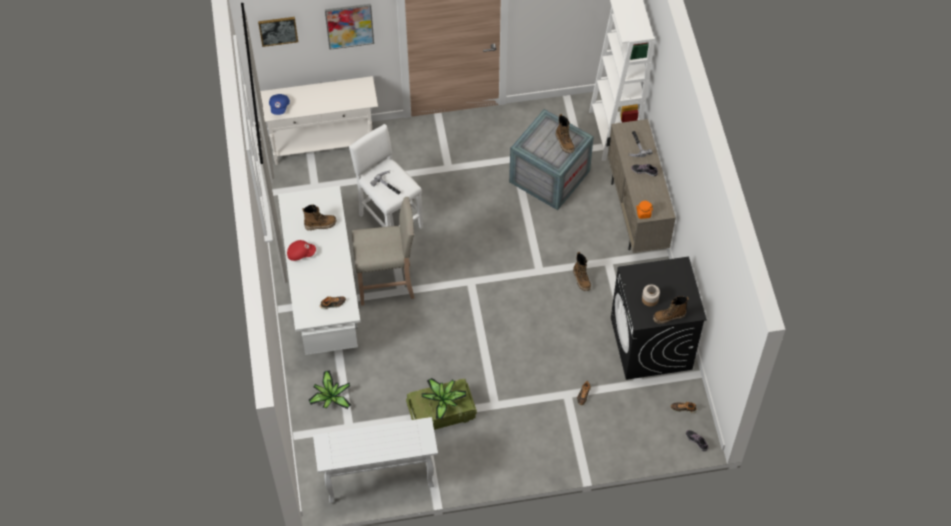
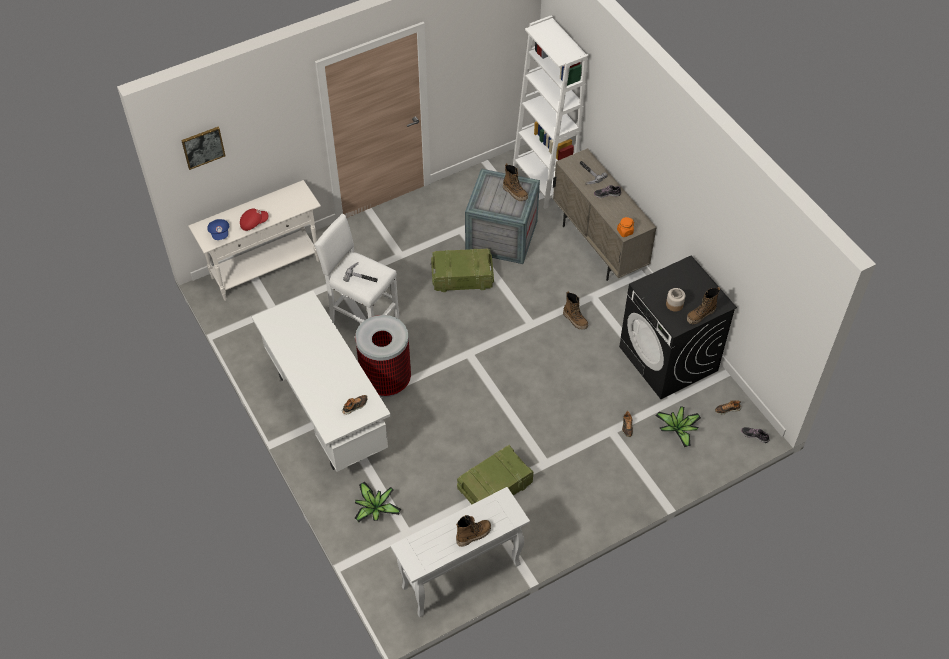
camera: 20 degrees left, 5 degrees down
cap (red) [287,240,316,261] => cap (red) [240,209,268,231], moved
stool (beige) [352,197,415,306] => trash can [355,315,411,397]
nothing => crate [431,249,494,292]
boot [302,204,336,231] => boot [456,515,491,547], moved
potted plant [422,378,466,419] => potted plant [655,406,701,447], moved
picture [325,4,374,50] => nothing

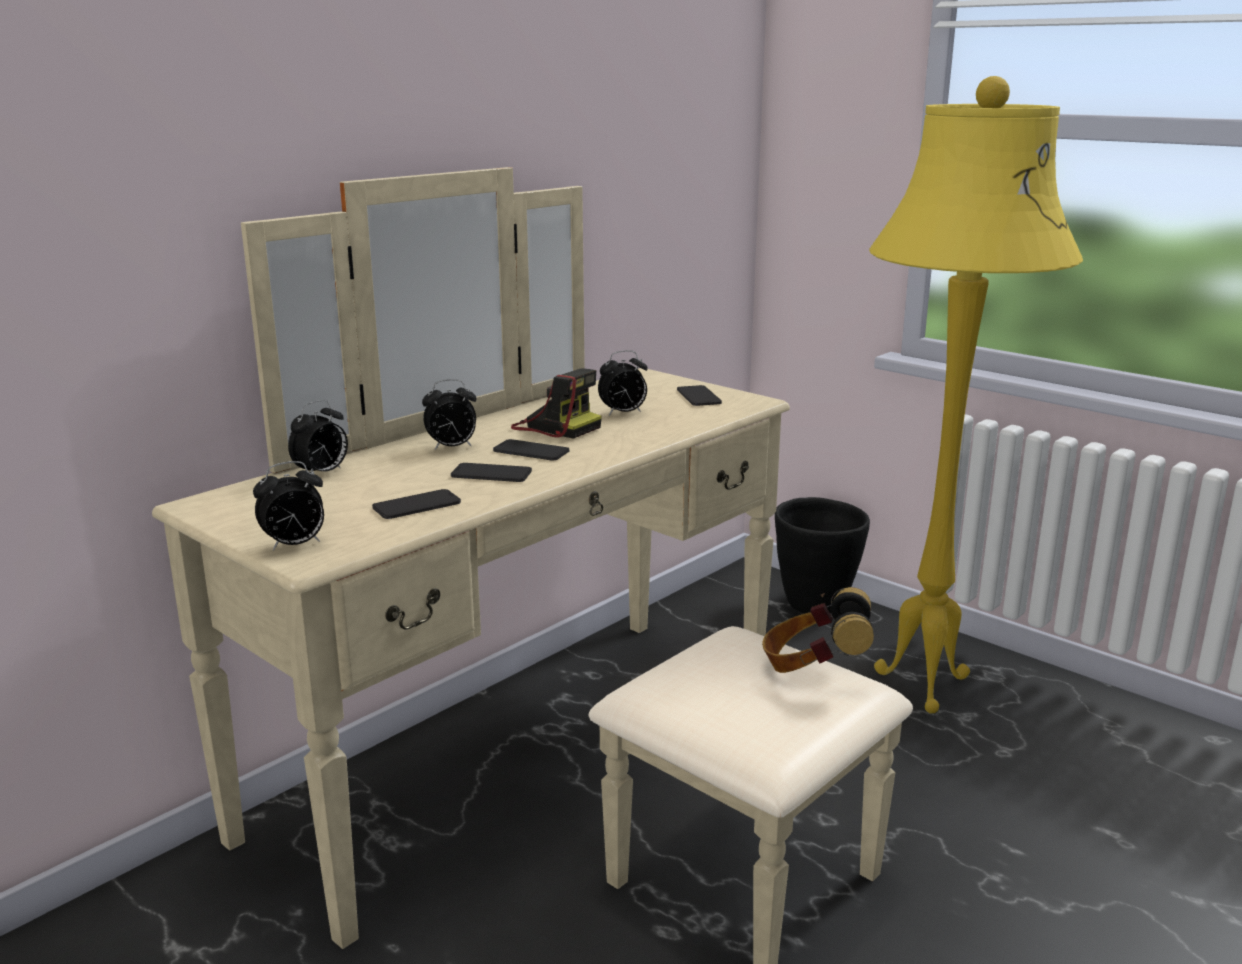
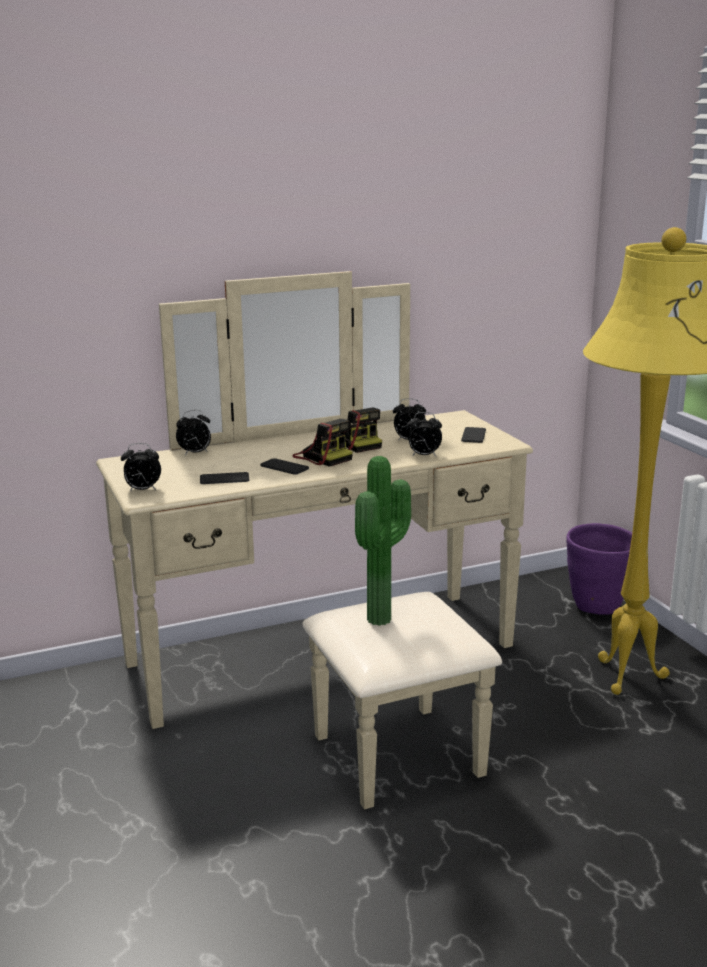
camera: 25 degrees right, 0 degrees up
phone [493,439,569,460] => photo camera [292,419,353,467]
nothing => potted plant [355,456,411,626]
alarm clock [422,379,476,450] => alarm clock [407,412,442,456], moved
planter (black) [775,497,870,613] => planter (purple) [566,523,632,615]
headphones [762,587,874,673] => nothing

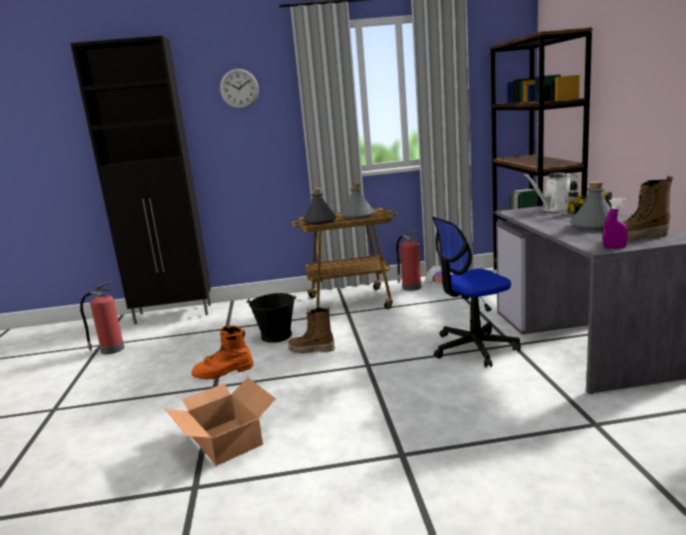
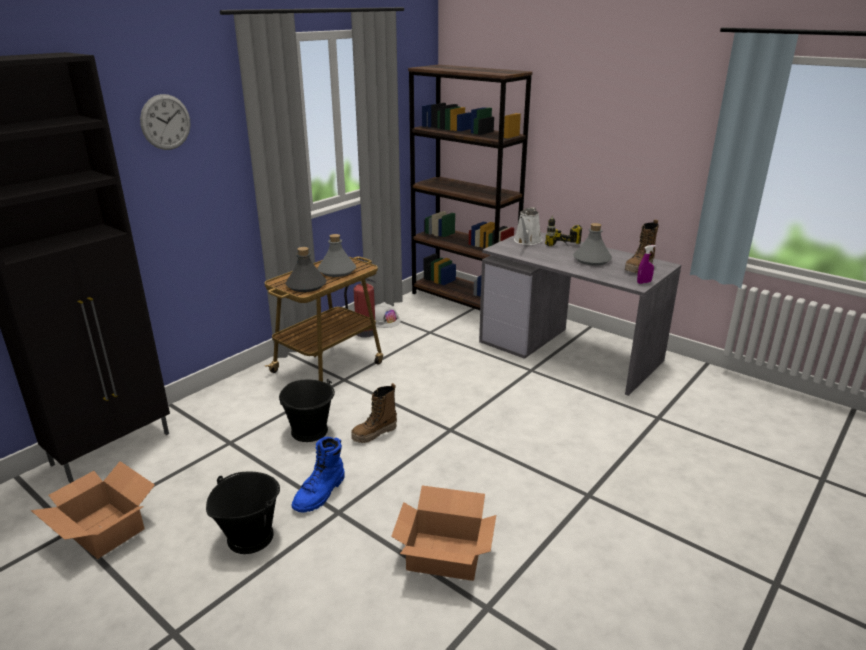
camera: 45 degrees left, 10 degrees up
fire extinguisher [80,281,124,355] => cardboard box [31,461,155,559]
nothing => bucket (black) [206,472,280,554]
boot (orange) [191,325,253,380] => boot (blue) [291,437,345,512]
office chair [432,217,521,368] => nothing

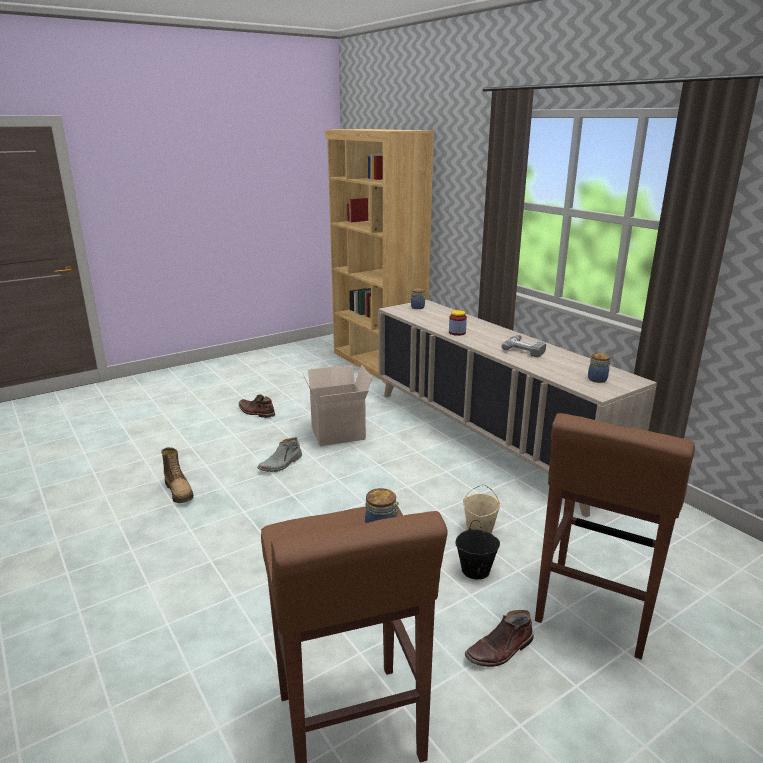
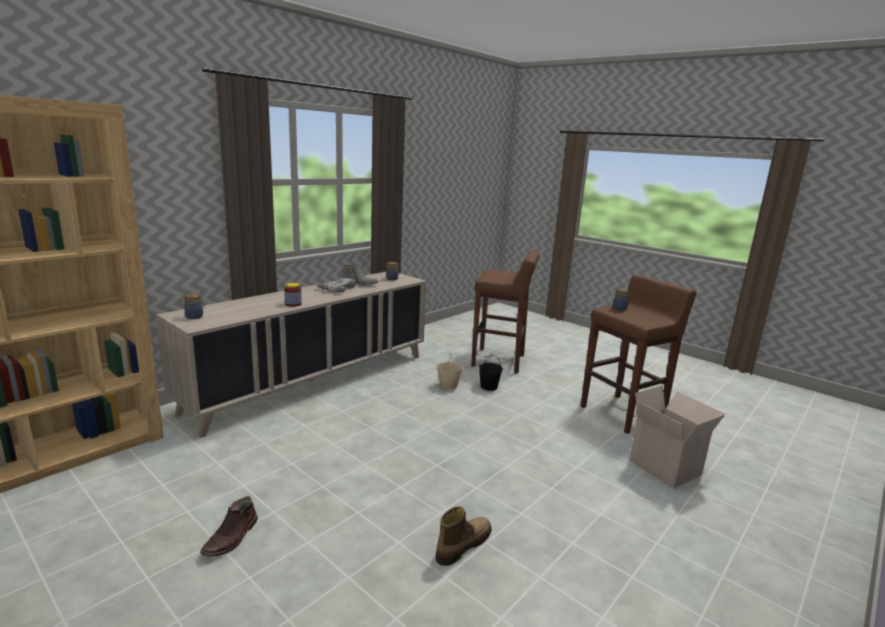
camera: 105 degrees left, 5 degrees down
boot (grey) [257,437,302,472] => boot (grey) [342,265,378,286], moved
cardboard box [302,364,372,446] => cardboard box [630,385,725,489], moved
boot (brown) [465,610,534,667] => nothing

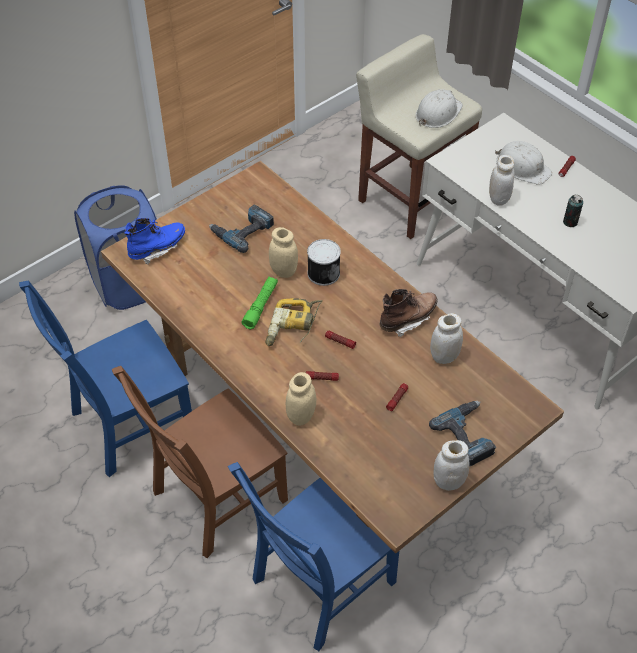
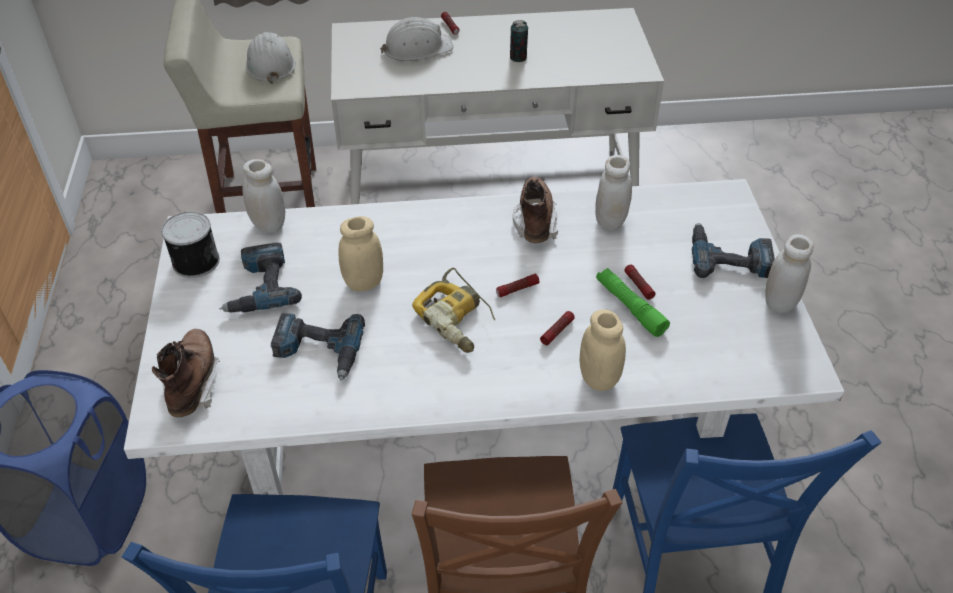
camera: 55 degrees left, 5 degrees down
dining table (brown) [101,161,564,553] => dining table (white) [124,179,844,495]
boot (blue) [124,218,185,264] => boot (brown) [152,329,220,417]
can [307,239,341,286] => can [161,211,220,278], moved
jar (white) [489,155,515,206] => jar (white) [242,159,285,233], moved
nothing => power drill [271,313,365,380]
flashlight (green) [241,277,278,329] => flashlight (green) [596,268,670,337], moved

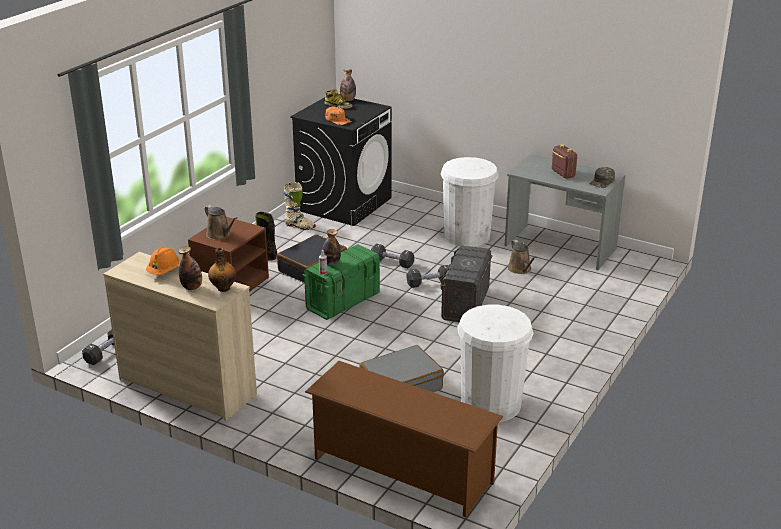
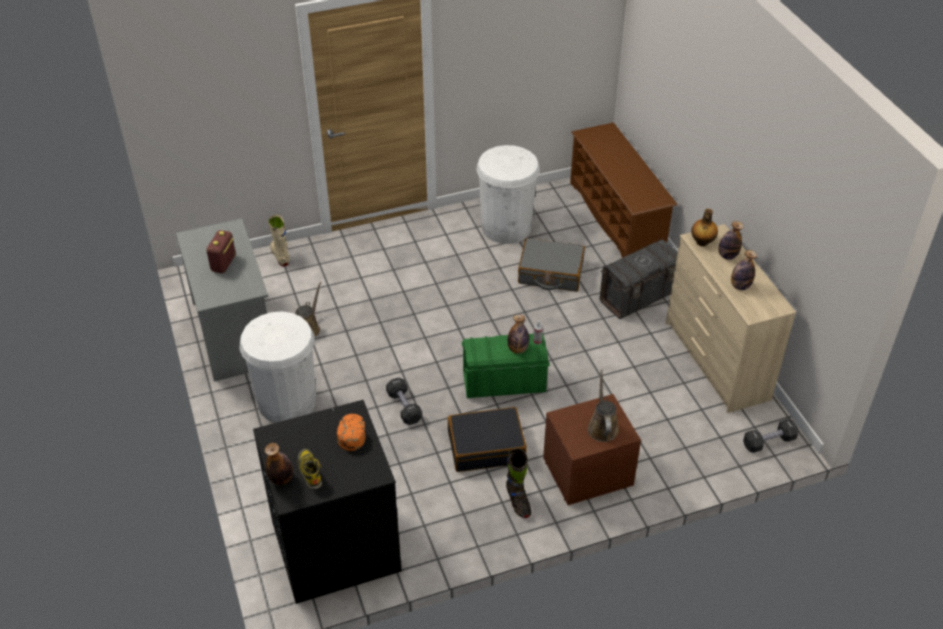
camera: 140 degrees left, 15 degrees up
boot (beige) [283,182,316,230] => boot (beige) [268,214,290,266], moved
storage box (grey) [441,245,492,322] => storage box (grey) [600,239,678,319], moved
hard hat (orange) [146,247,179,275] => bottle [731,250,757,290]
dumbbell (black) [407,265,448,288] => nothing
cap (green) [590,167,615,188] => nothing

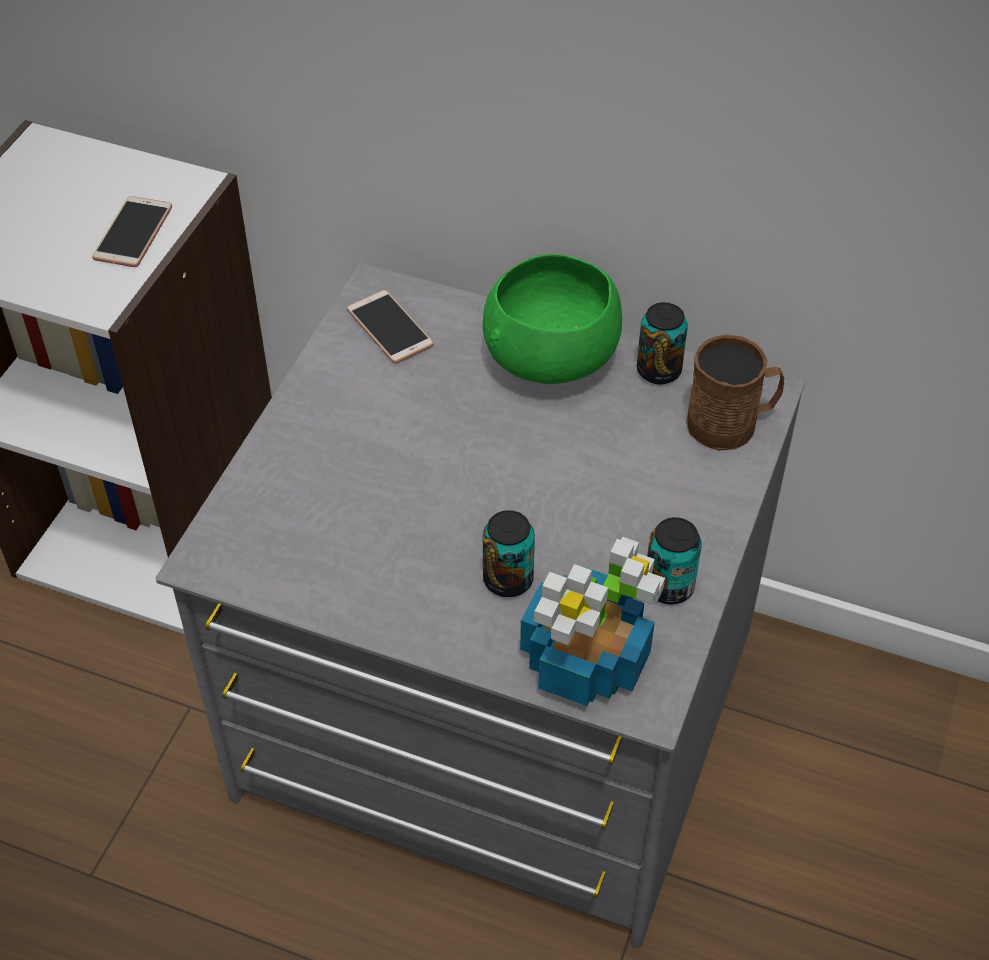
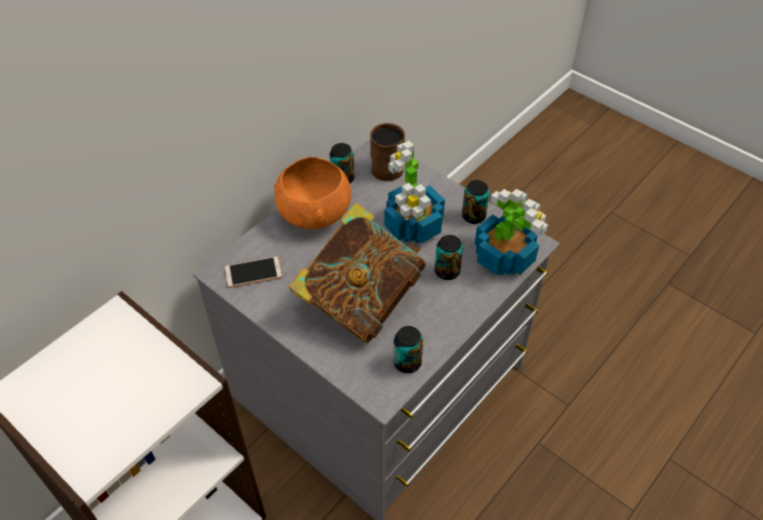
camera: 70 degrees left, 0 degrees up
bowl (green) [482,254,622,384] => bowl (orange) [274,157,351,229]
nothing => book [289,203,426,343]
nothing => potted plant [385,141,445,244]
nothing => can [393,326,423,373]
phone [92,196,172,267] => nothing

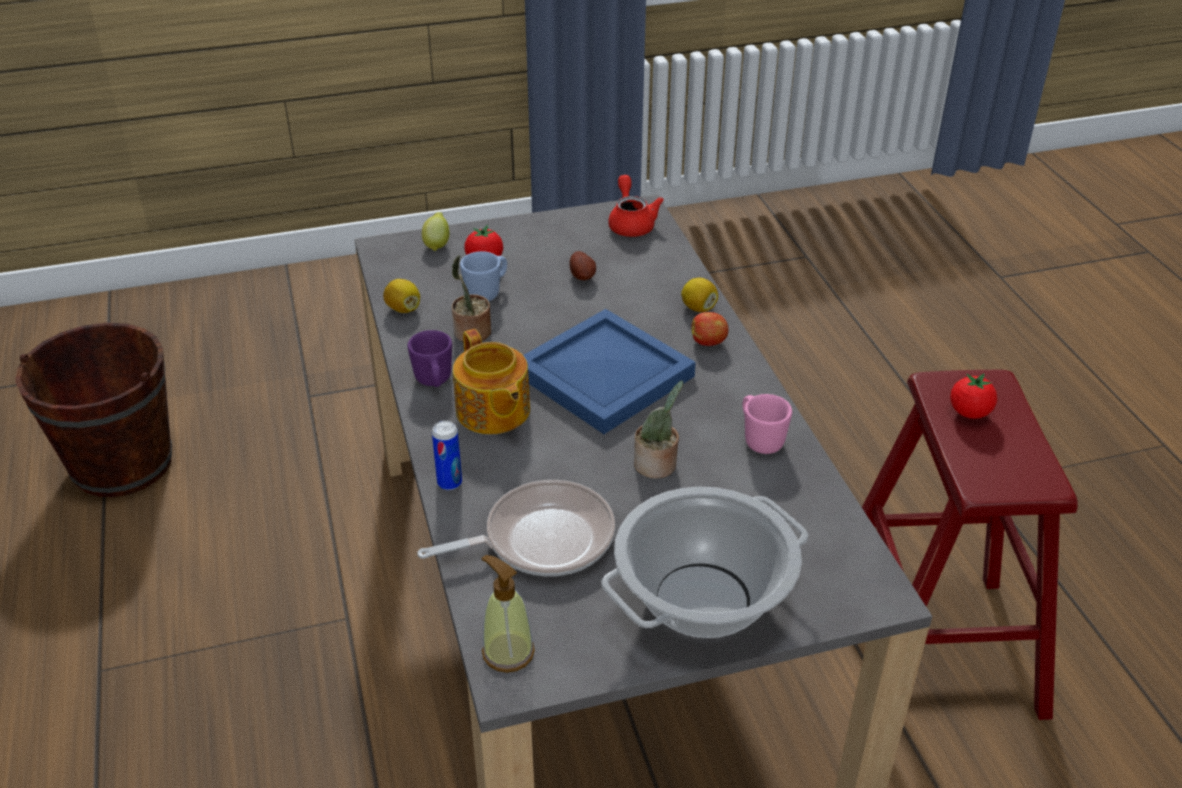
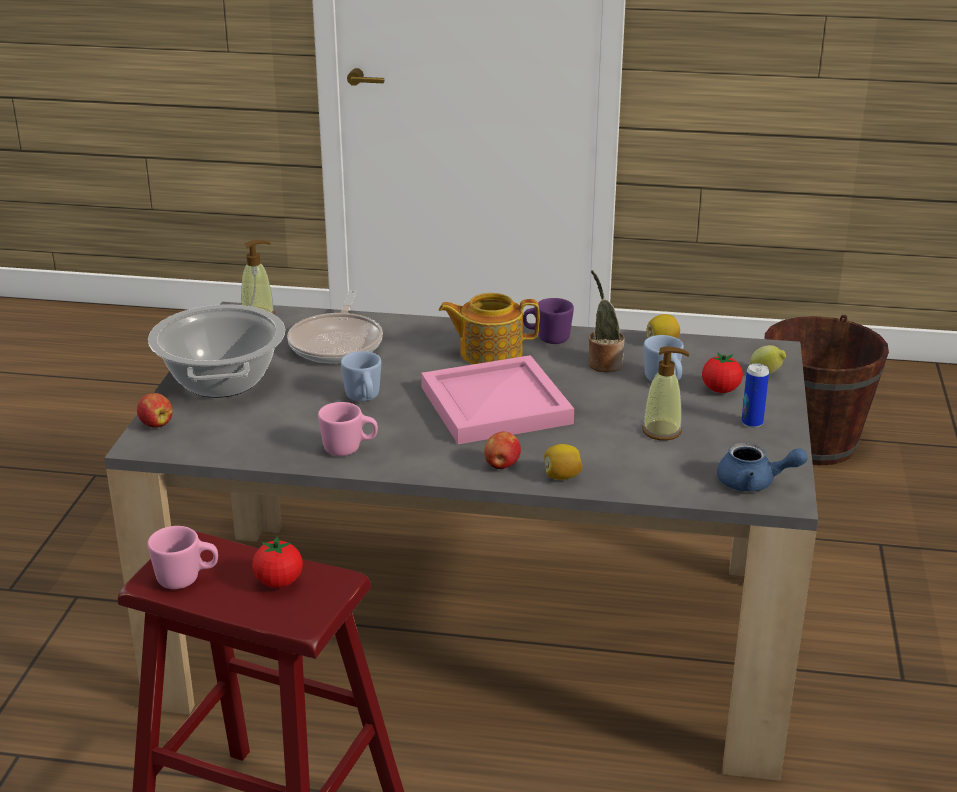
camera: 115 degrees right, 10 degrees down
nothing => apple [137,393,173,428]
nothing => mug (pink) [147,526,218,589]
potted plant [634,380,683,479] => mug (blue) [341,351,381,402]
tray (blue) [523,309,696,434] => tray (pink) [421,355,574,444]
potato [570,251,596,280] => soap dispenser [642,346,690,440]
teapot (red) [608,175,664,237] => teapot (blue) [717,442,808,492]
can [432,421,462,490] => can [741,363,769,428], moved

